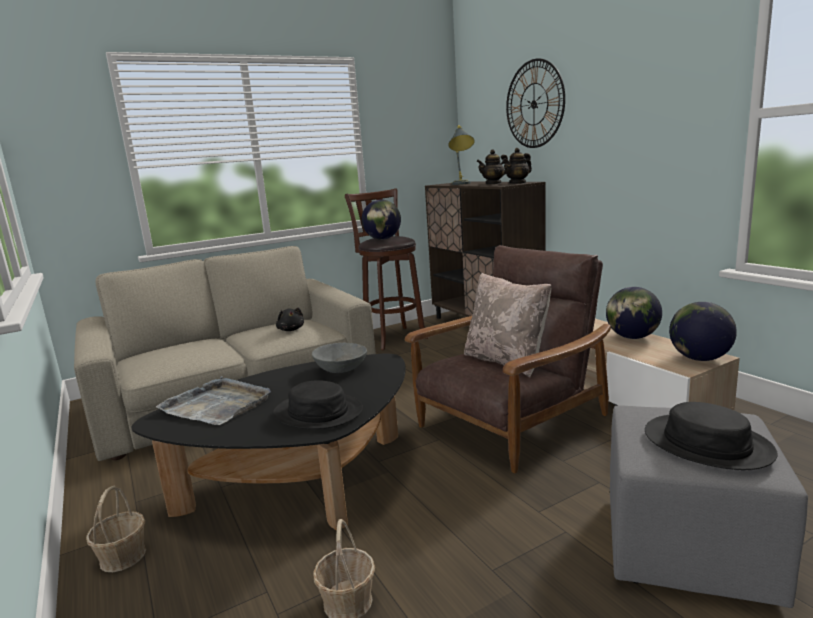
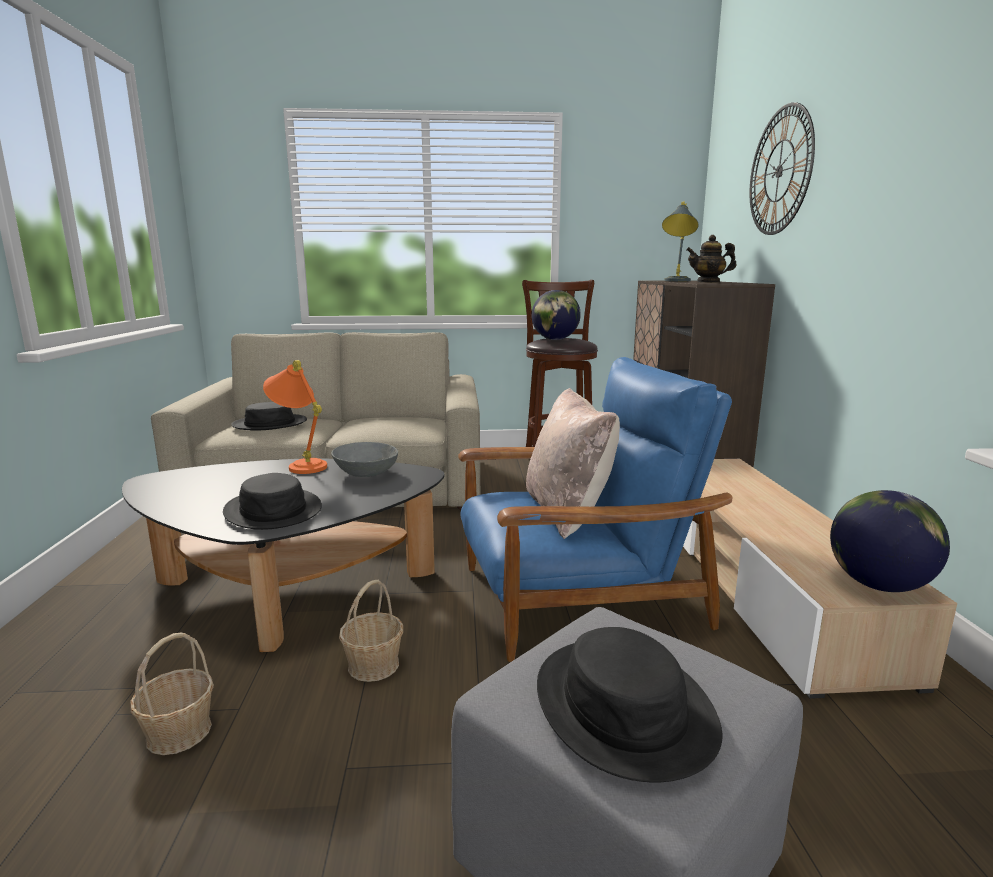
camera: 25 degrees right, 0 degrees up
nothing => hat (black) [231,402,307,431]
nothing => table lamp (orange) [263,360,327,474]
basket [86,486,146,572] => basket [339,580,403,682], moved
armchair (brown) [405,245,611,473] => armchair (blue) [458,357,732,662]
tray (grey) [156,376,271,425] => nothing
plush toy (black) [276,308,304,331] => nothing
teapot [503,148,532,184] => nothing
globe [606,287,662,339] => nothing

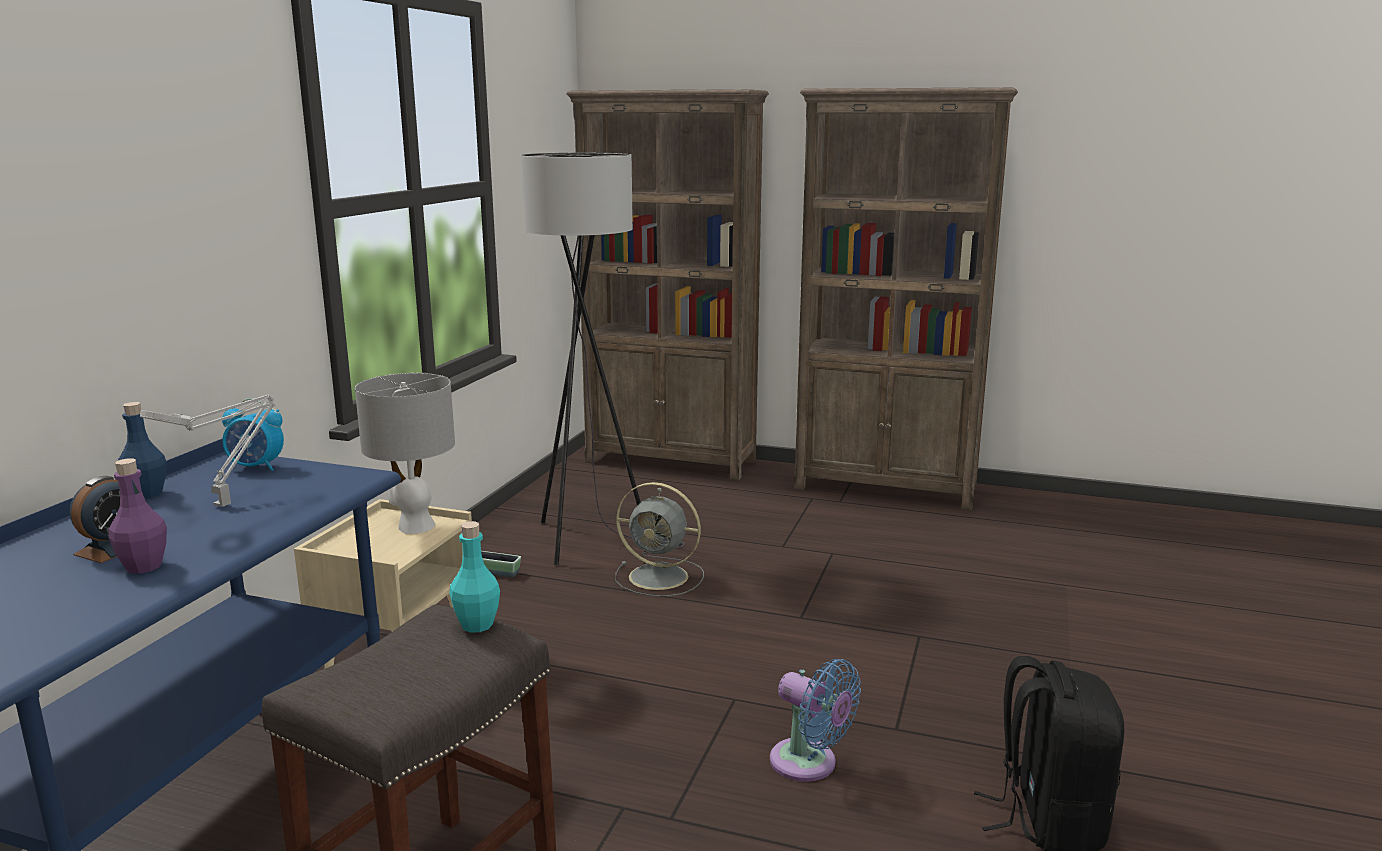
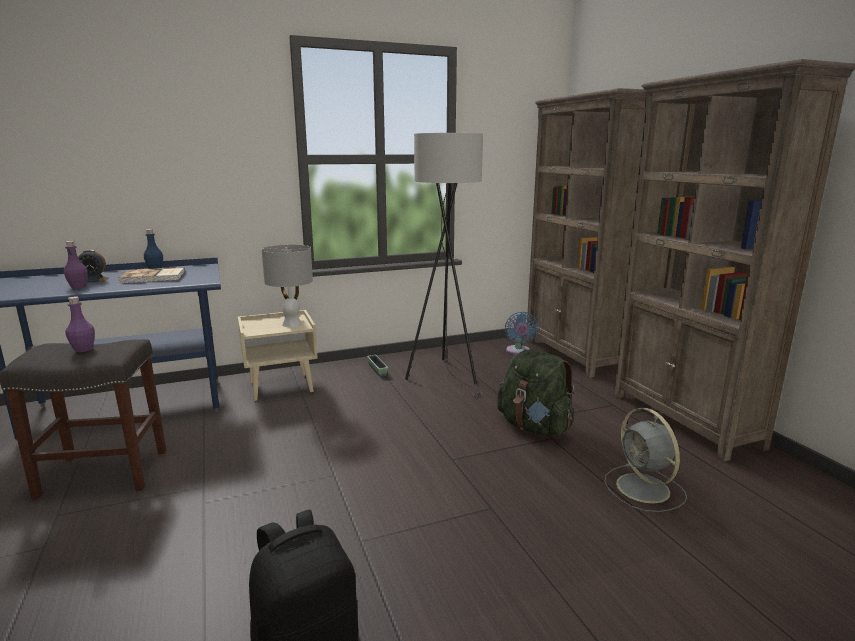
camera: 50 degrees right, 0 degrees up
nothing => bottle (purple) [66,296,95,352]
table lamp (grey) [140,395,275,507] => book [118,267,185,283]
nothing => backpack (green) [497,349,574,435]
fan (blue) [770,659,861,782] => fan (blue) [505,312,538,355], moved
fan (grey) [615,482,704,597] => fan (grey) [605,408,687,512], moved
alarm clock [222,398,284,471] => nothing
bottle (turquoise) [449,521,500,633] => nothing

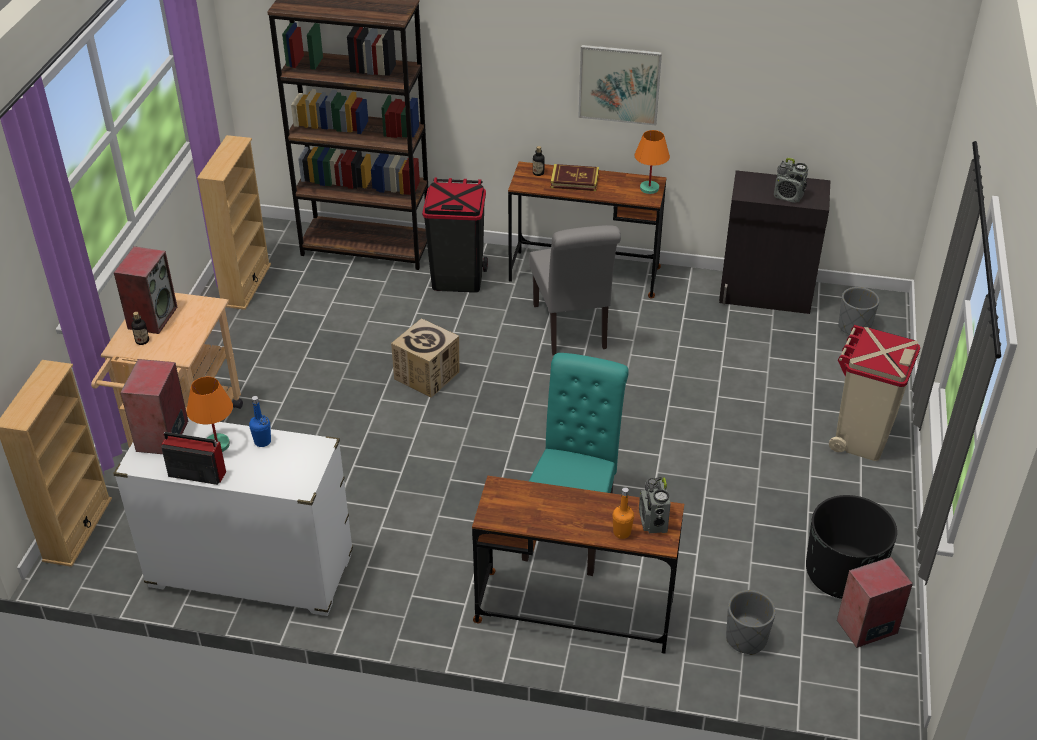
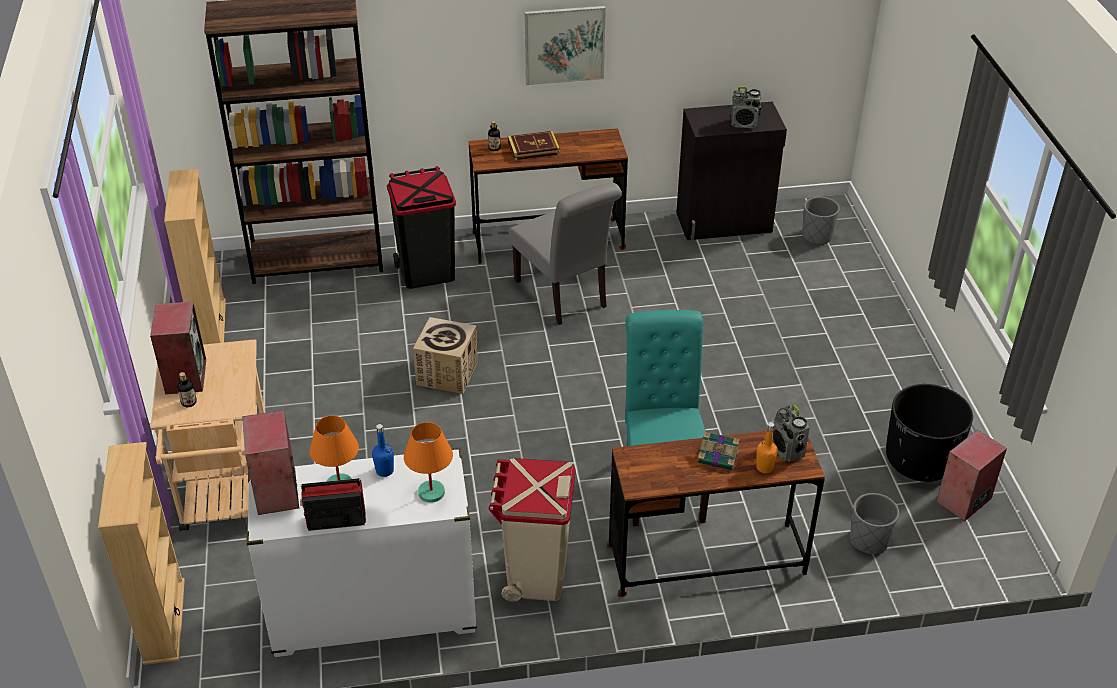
camera: 20 degrees left, 0 degrees up
table lamp (orange) [634,130,670,194] => table lamp (orange) [404,422,453,503], moved
trash can (beige) [829,325,920,461] => trash can (beige) [488,458,576,601], moved
nothing => book [698,432,741,470]

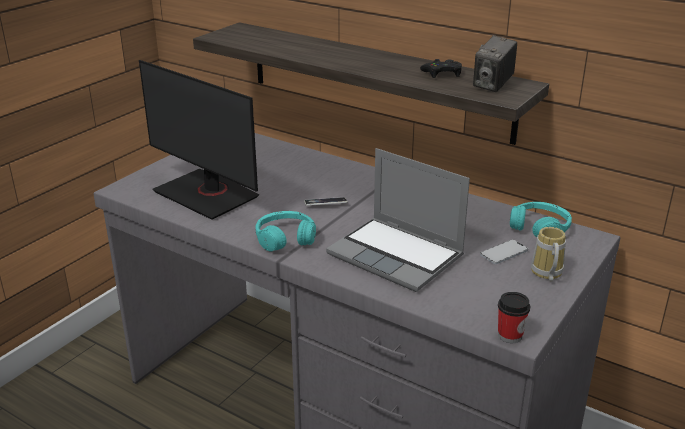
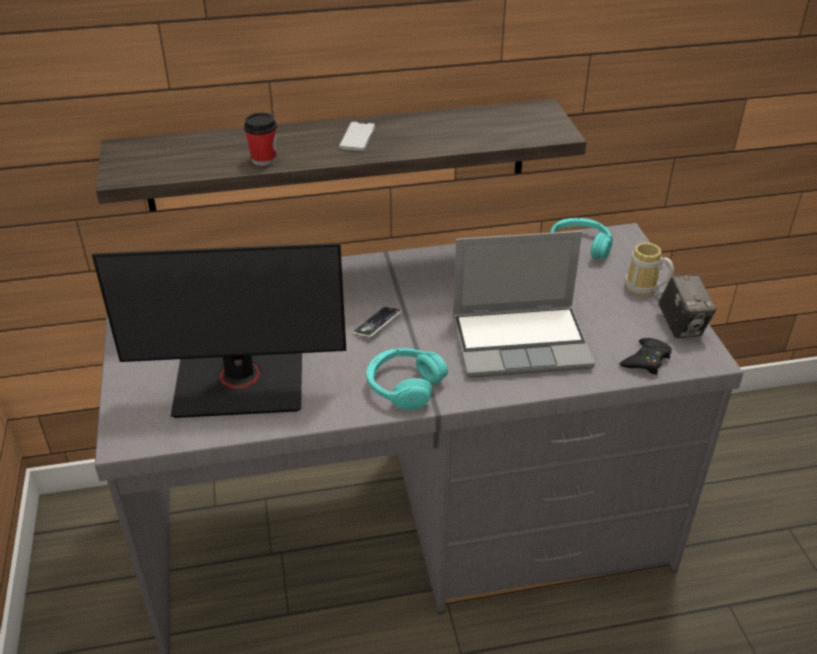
camera: 45 degrees left, 10 degrees up
cup [498,292,530,343] => cup [244,112,277,166], moved
phone [480,240,528,264] => phone [339,122,376,151], moved
game controller (black) [420,59,462,78] => game controller (black) [619,338,672,375], moved
photo camera [473,35,517,92] => photo camera [658,274,716,338], moved

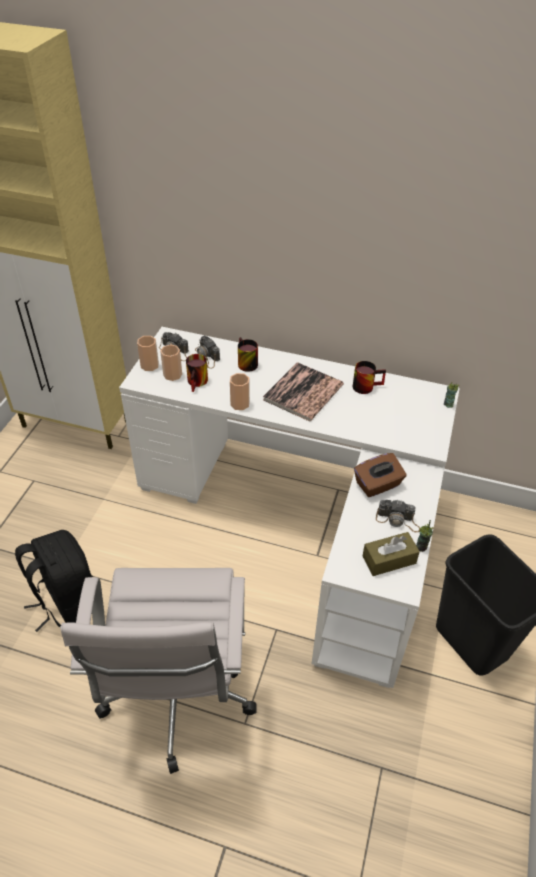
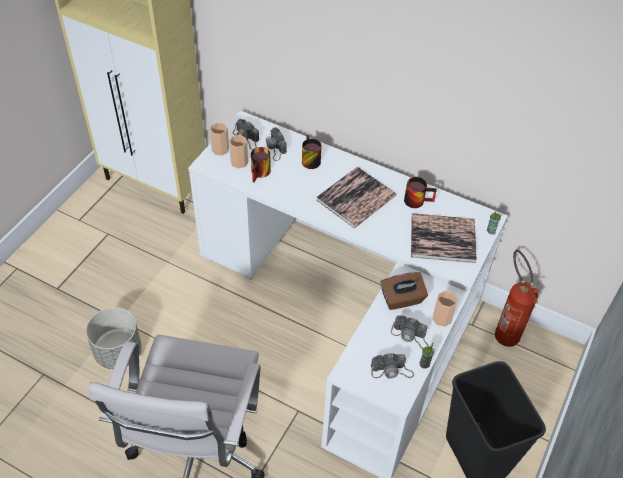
camera: 10 degrees right, 5 degrees up
backpack (black) [15,530,93,632] => planter (grey) [86,307,141,369]
tissue box (brown) [363,532,420,576] => photo camera [371,353,414,379]
nothing => book [411,213,477,263]
cup [230,373,250,410] => cup [432,291,458,327], moved
nothing => fire extinguisher [495,250,539,347]

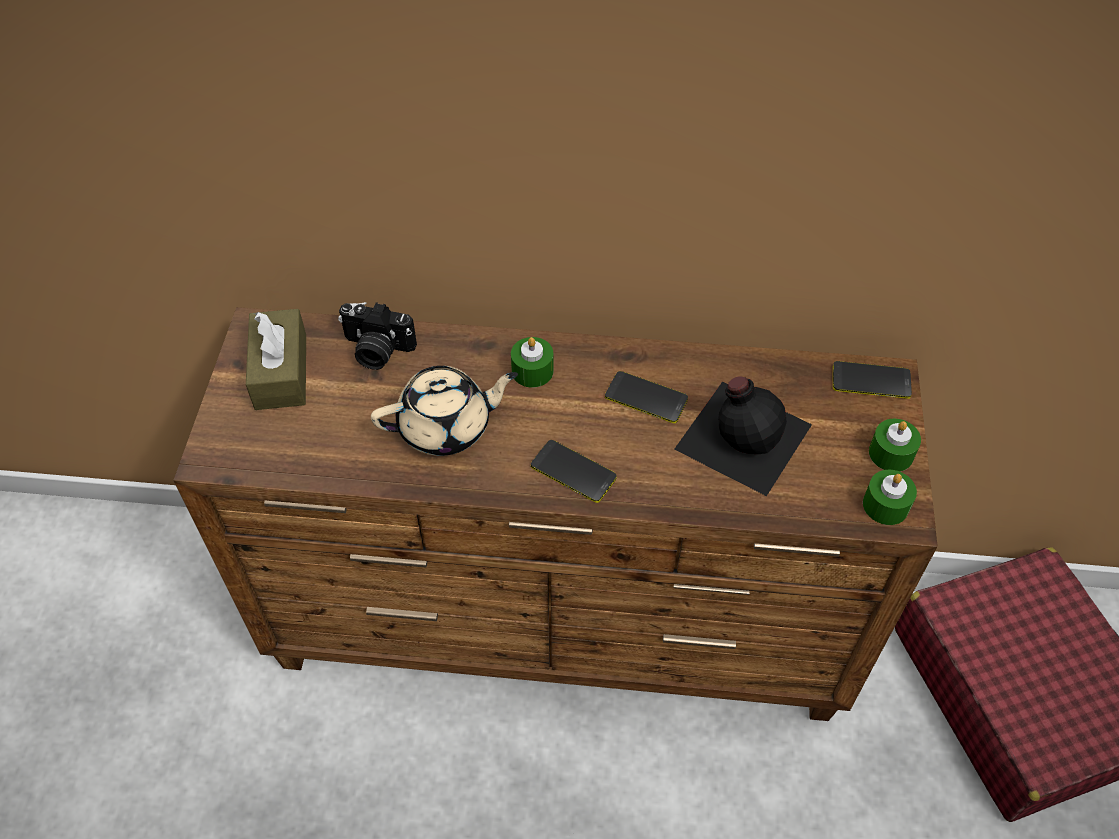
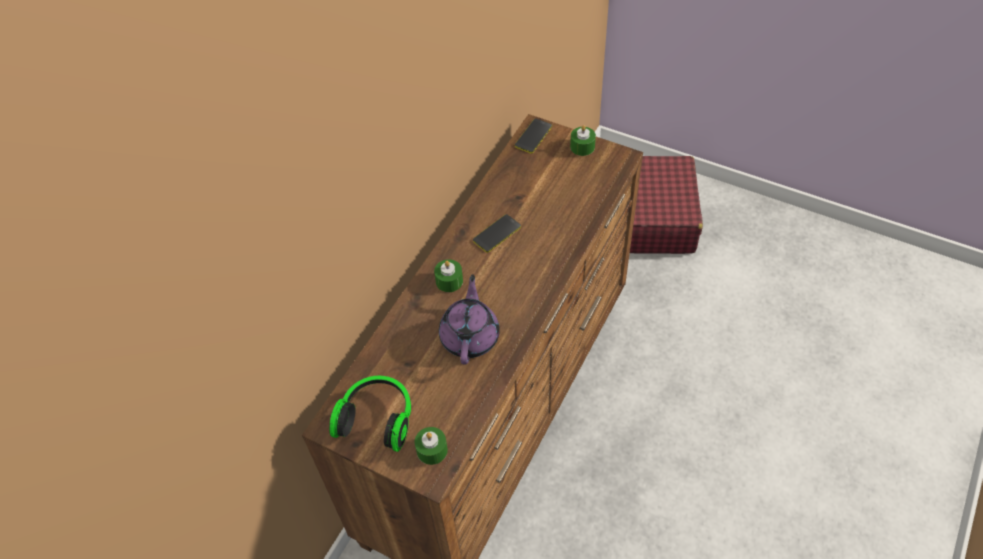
camera: 65 degrees left, 0 degrees up
tissue box (brown) [246,309,306,410] => headphones [329,376,411,452]
candle (green) [863,470,917,525] => candle (green) [415,427,448,465], moved
teapot (beige) [371,366,518,456] => teapot (purple) [439,274,500,365]
photo camera [338,302,417,370] => nothing
phone [531,440,617,503] => nothing
bottle (black) [674,376,812,496] => nothing

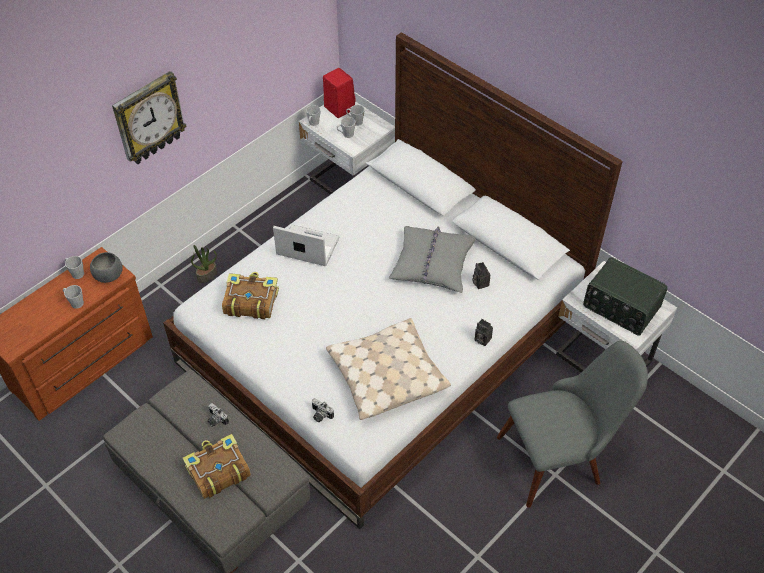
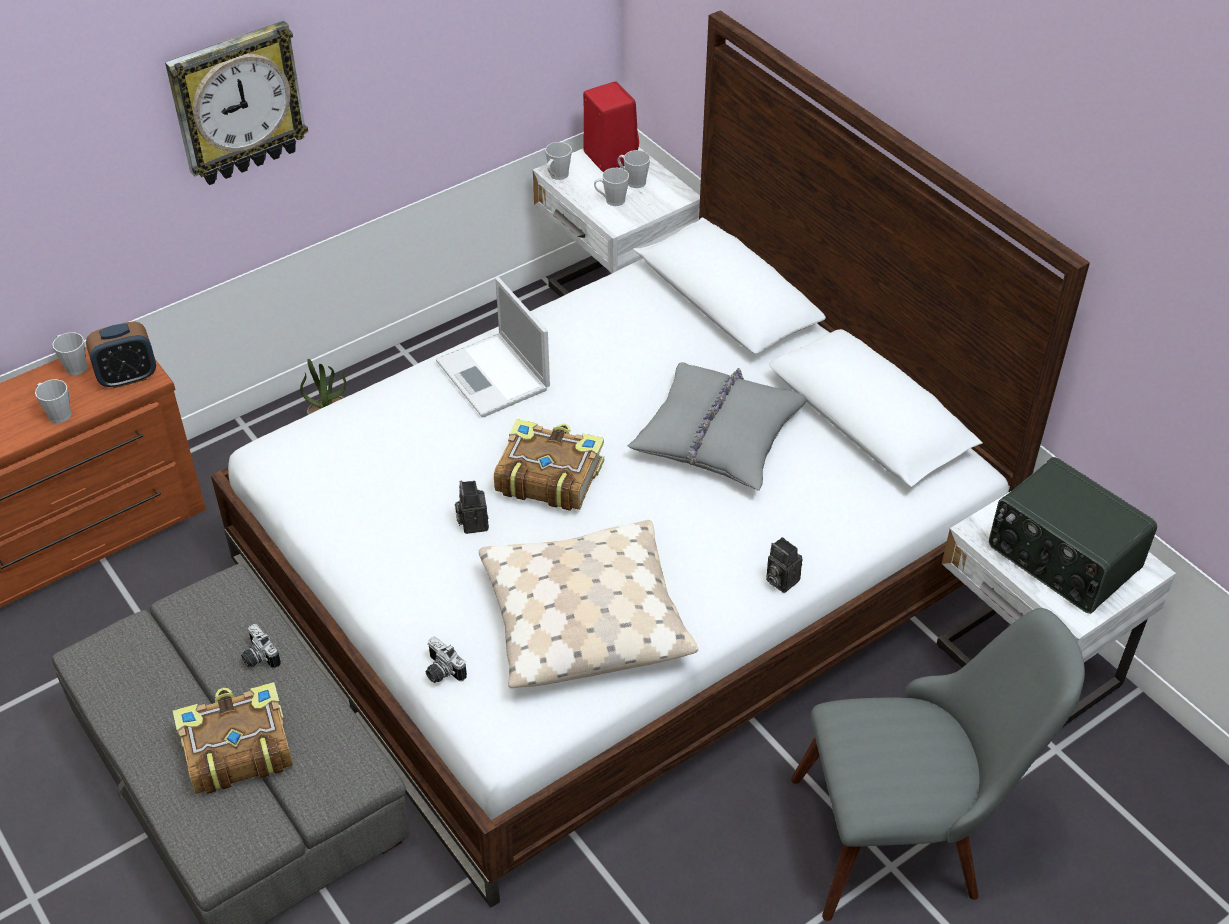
camera: 10 degrees right, 5 degrees down
bowl (grey) [90,252,123,283] => alarm clock [86,321,156,388]
laptop [273,225,340,266] => laptop [436,277,550,418], 150 degrees counterclockwise
photo camera [472,262,490,289] => photo camera [455,480,489,534], moved
book [222,272,279,319] => book [494,419,604,511], moved

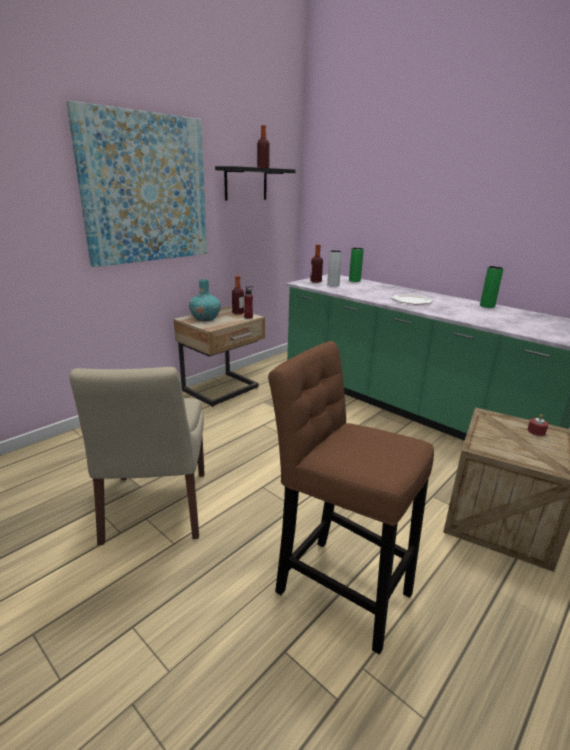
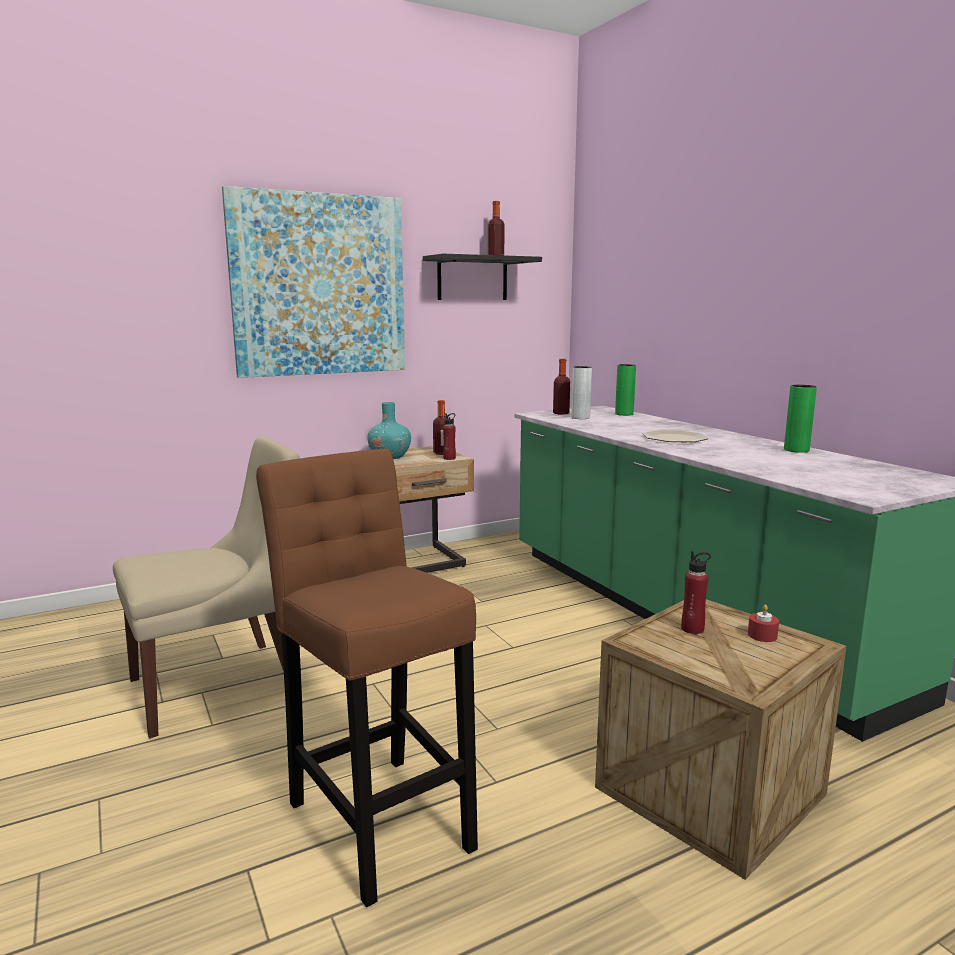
camera: 20 degrees right, 10 degrees down
chair (beige) [70,367,205,545] => chair (beige) [113,436,300,738], 135 degrees counterclockwise
nothing => bottle (red) [681,551,711,634]

